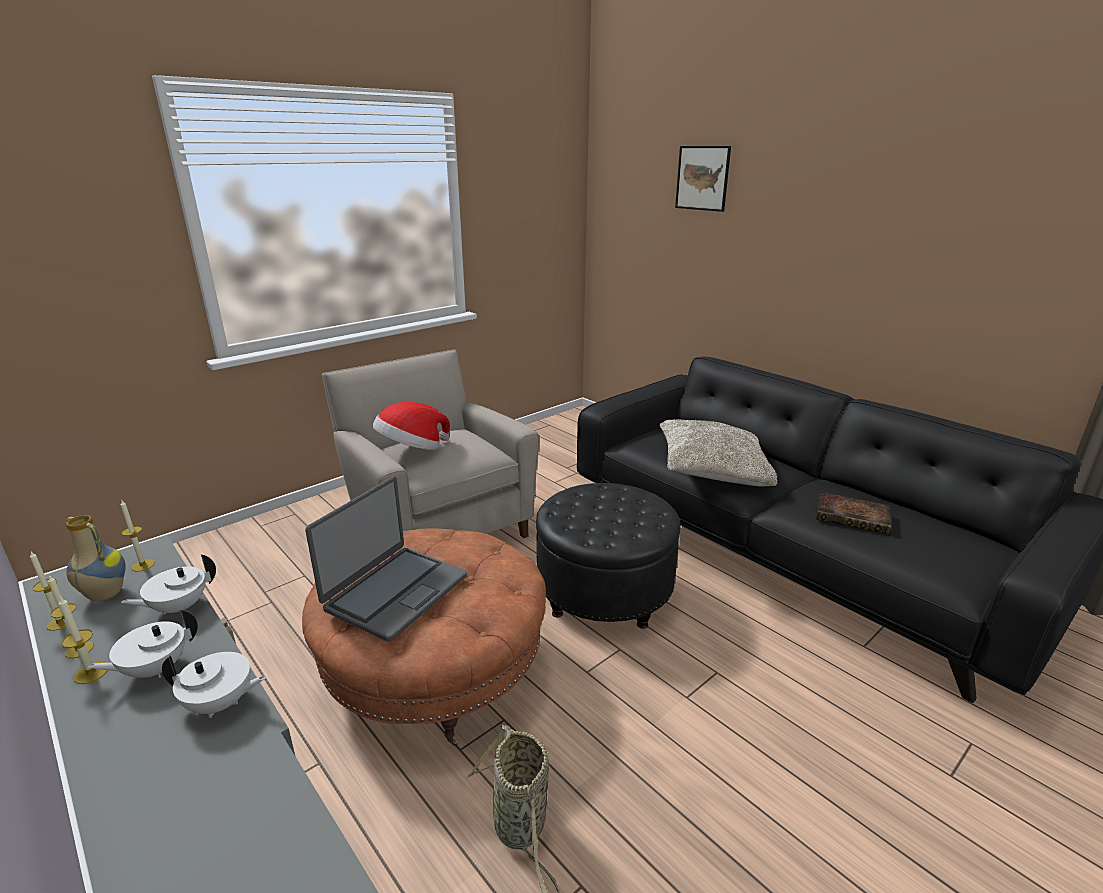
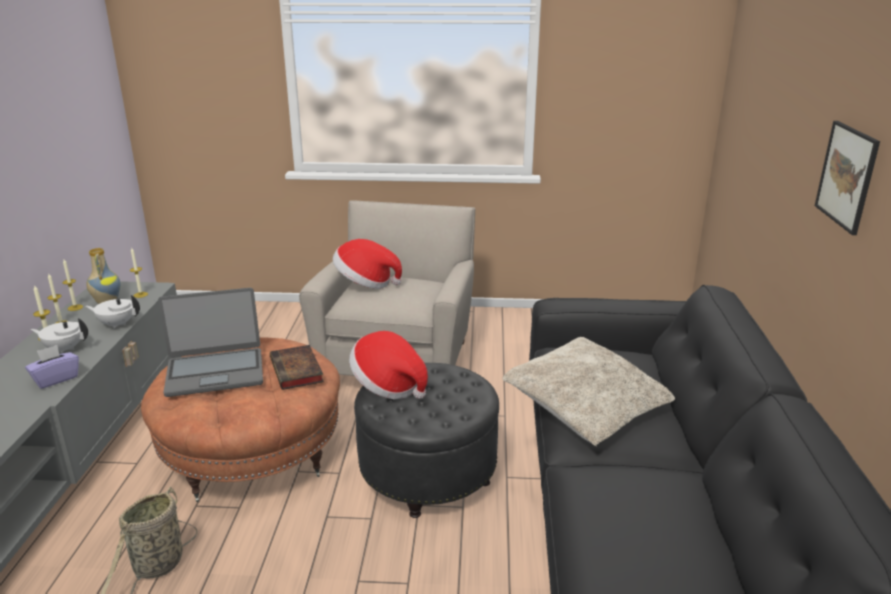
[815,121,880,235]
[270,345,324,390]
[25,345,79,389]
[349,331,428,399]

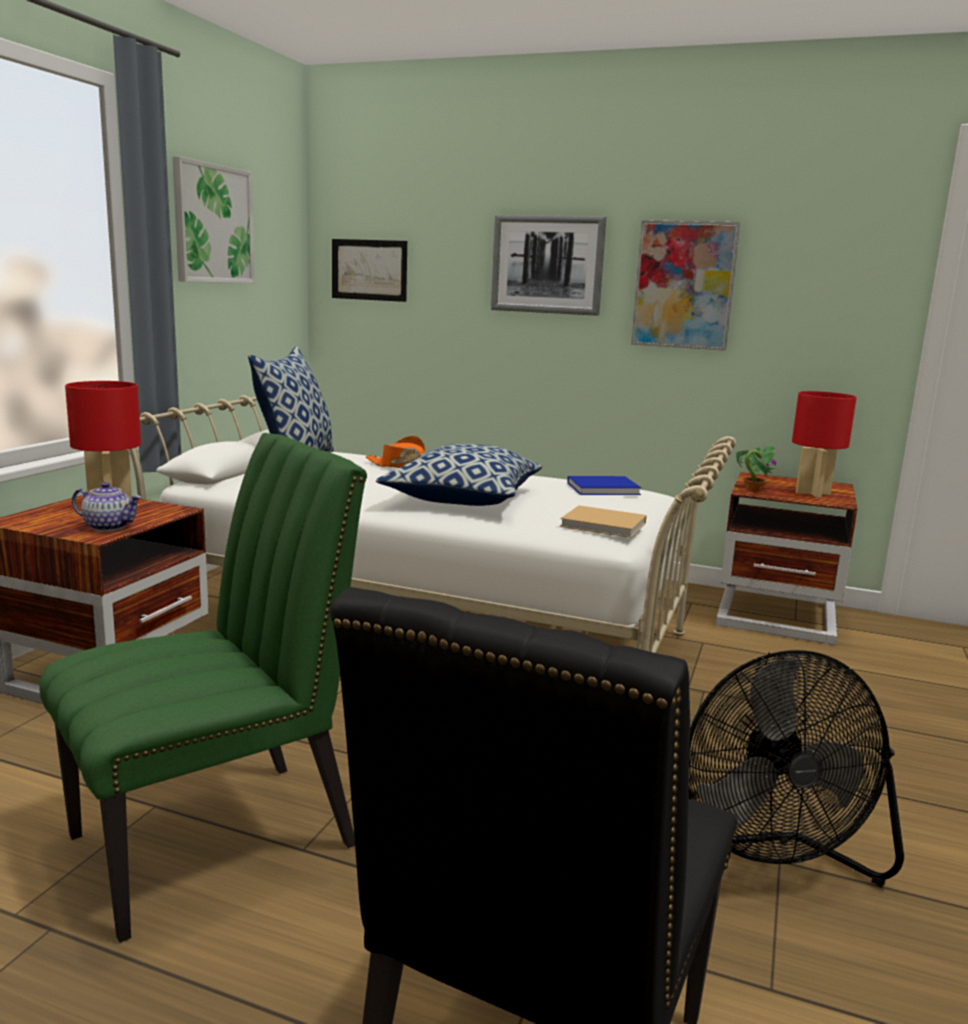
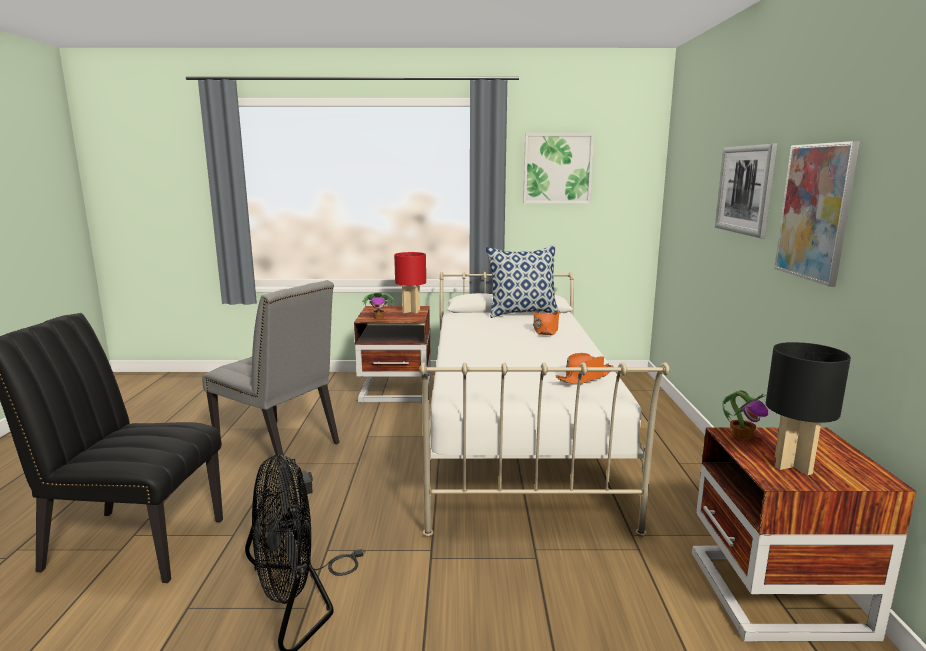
[332,239,407,302] (first image)
[766,342,851,475]
[202,280,340,467]
[376,444,542,506] (first image)
[555,353,613,385]
[362,292,394,319]
[560,505,647,538] (first image)

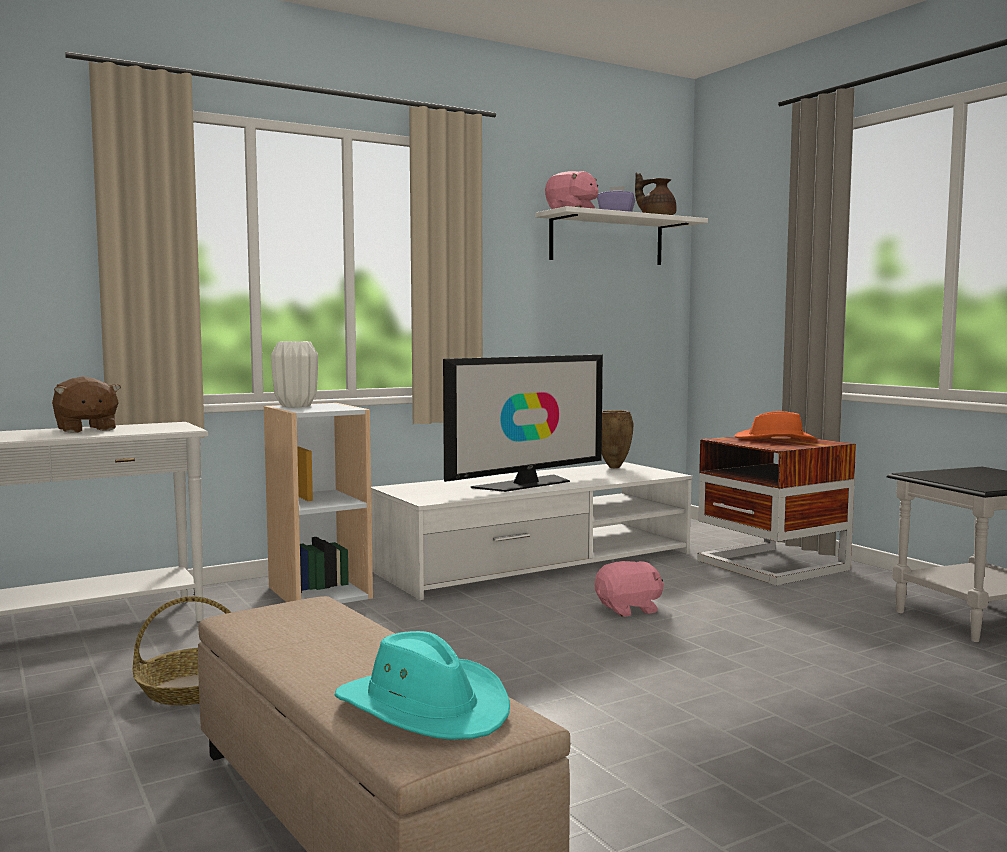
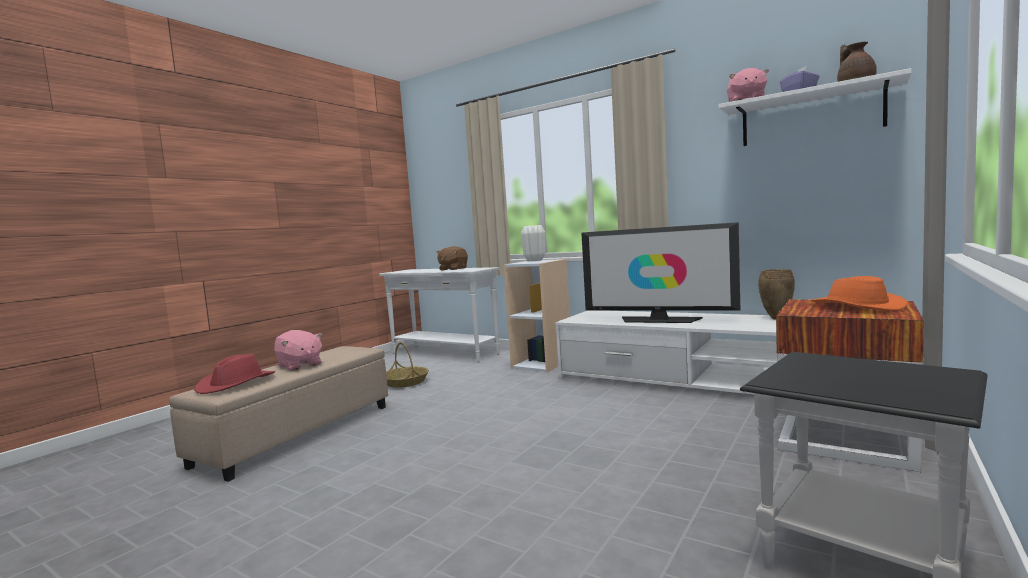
[274,330,323,371]
[194,354,275,394]

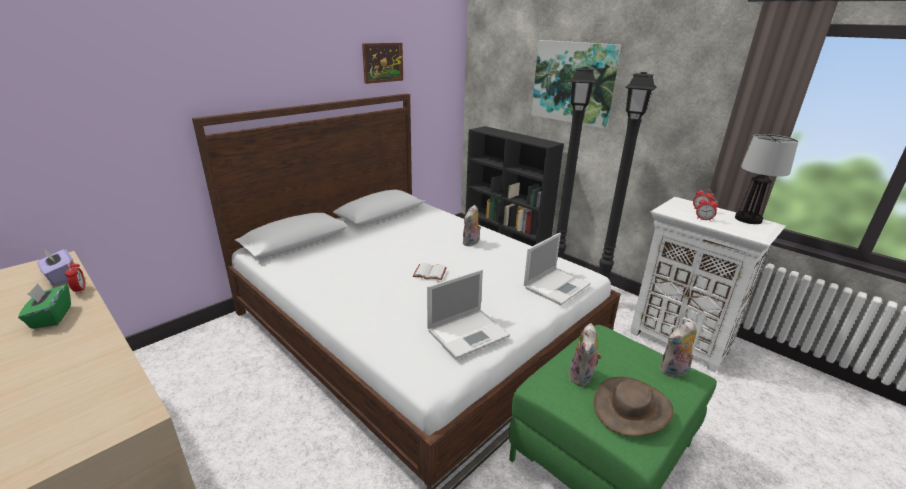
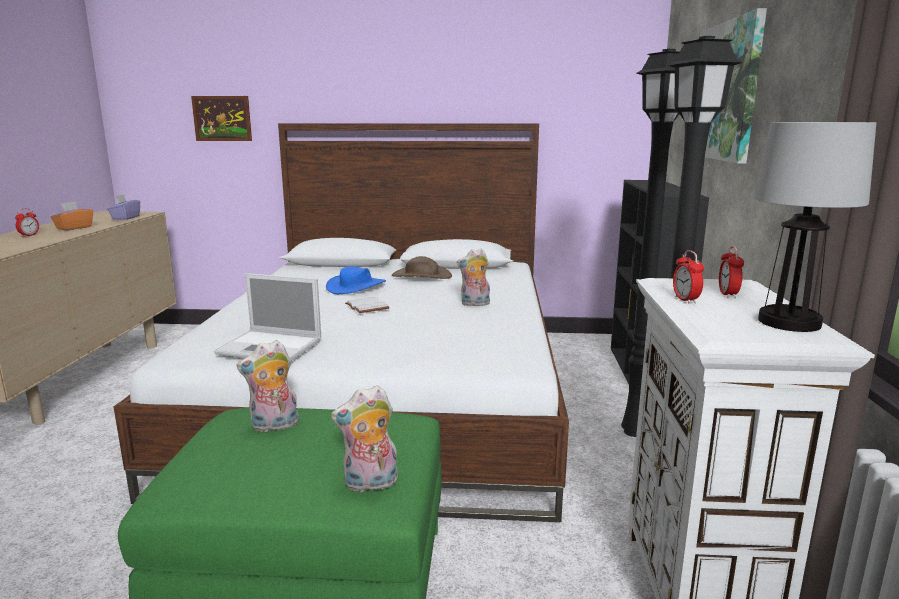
[191,96,252,141]
[524,233,591,305] (first image)
[15,208,39,237]
[51,202,93,230]
[331,385,398,492]
[392,256,452,279]
[326,266,386,294]

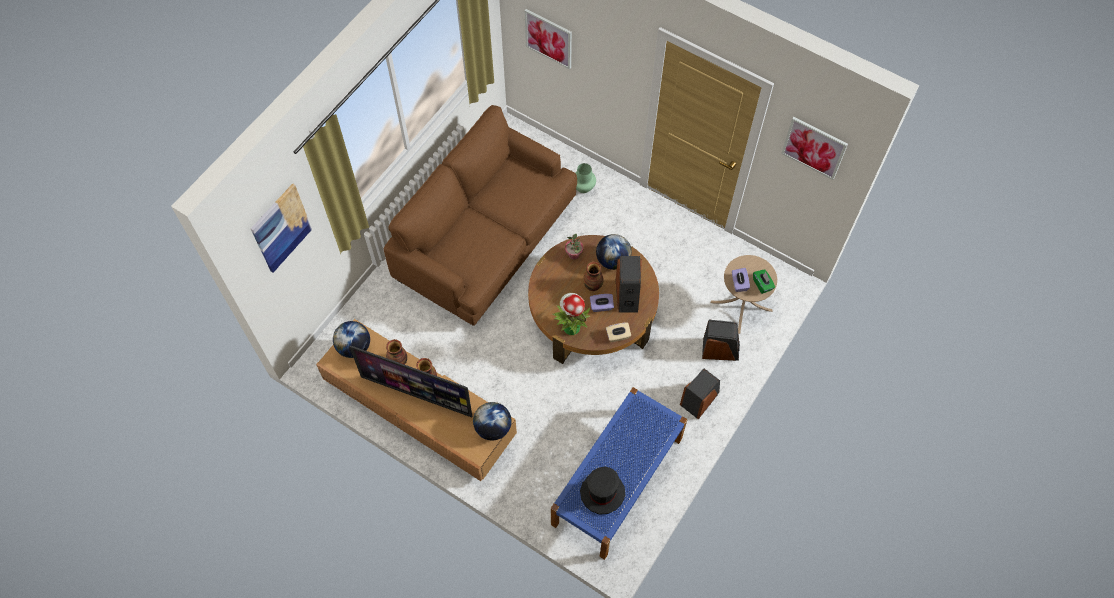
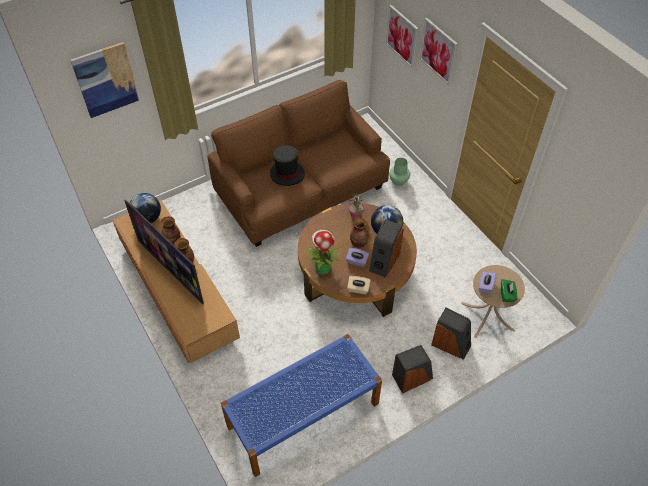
[420,18,458,85]
[473,402,511,440] (first image)
[270,146,305,186]

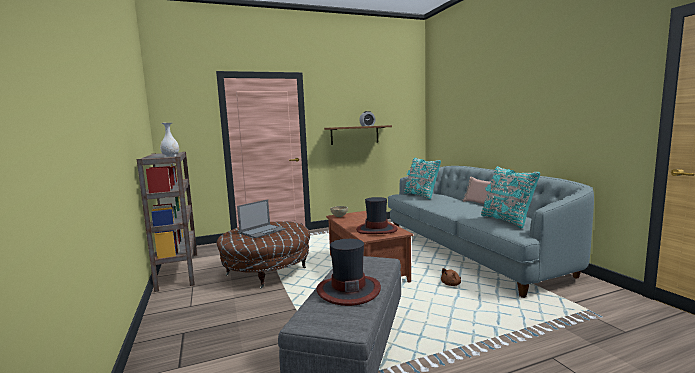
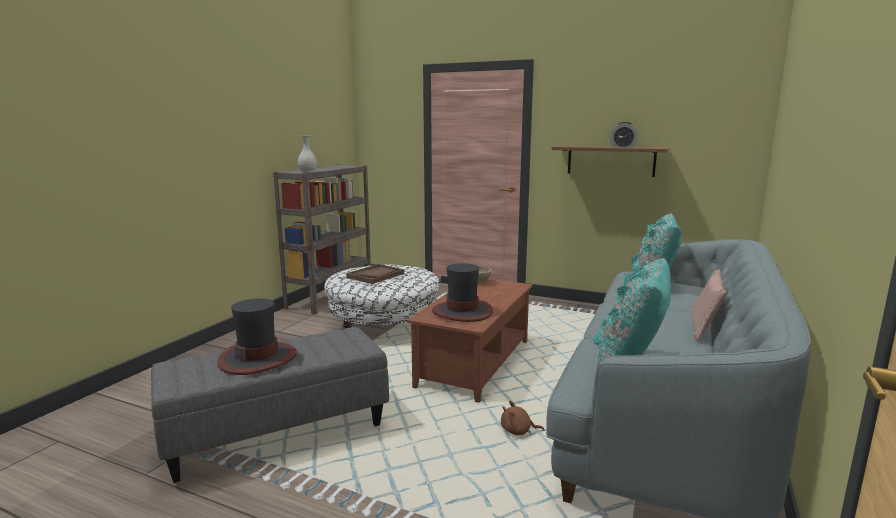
[346,264,404,284]
[324,264,439,329]

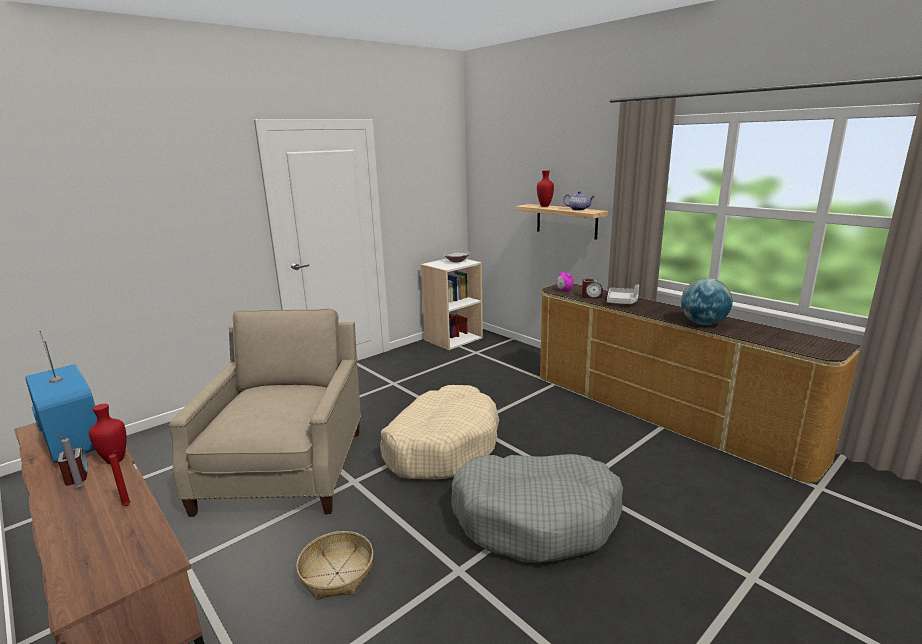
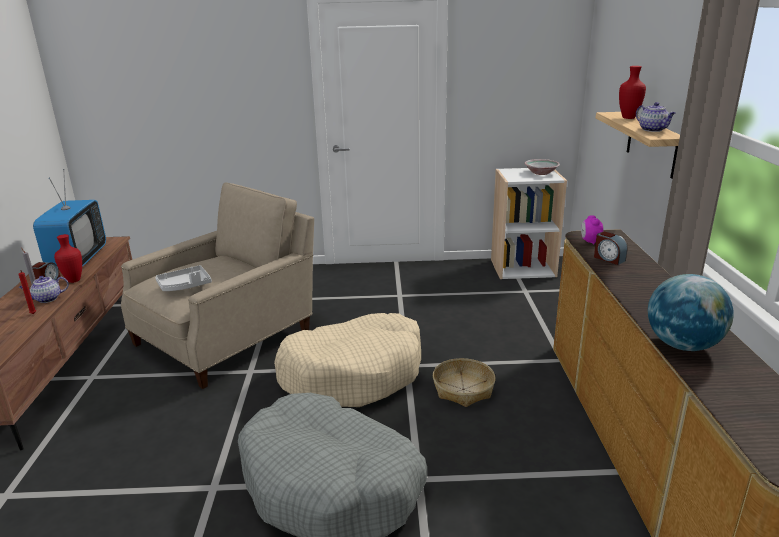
[155,265,212,291]
[433,358,496,407]
[19,276,69,303]

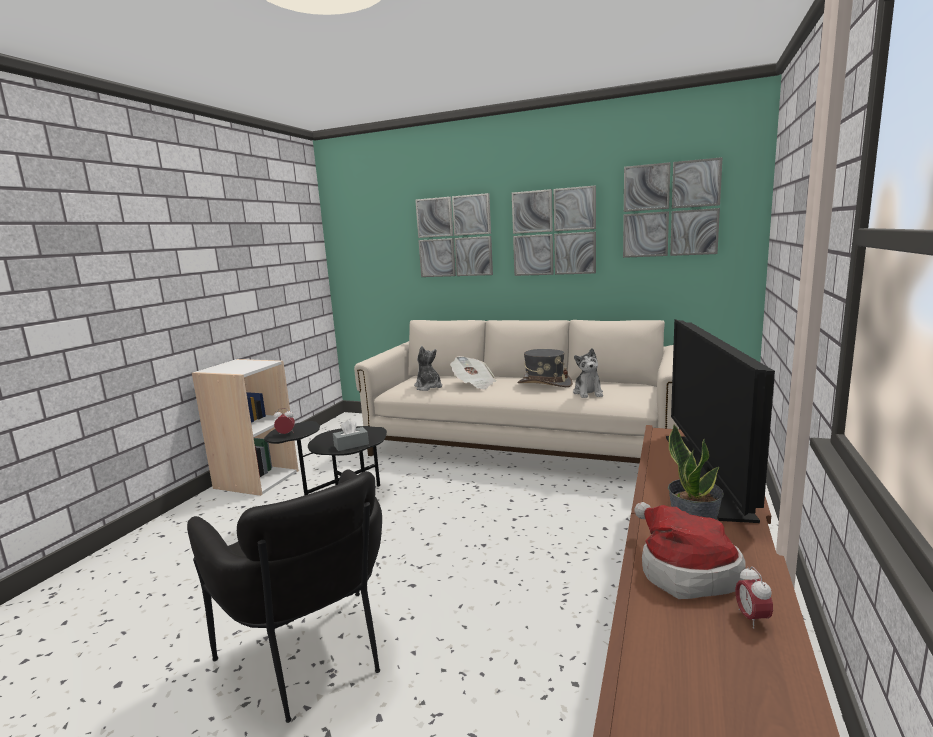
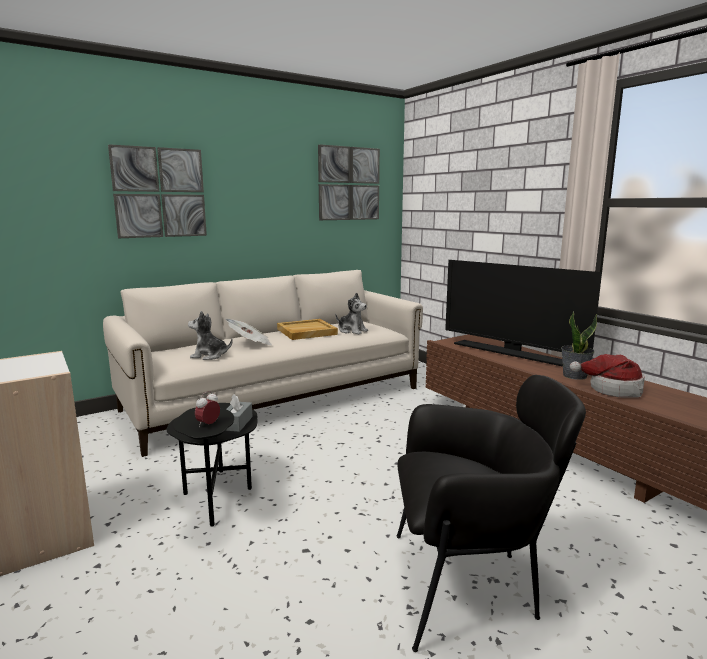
[512,185,596,276] (first image)
[277,319,338,340]
[735,566,773,629] (first image)

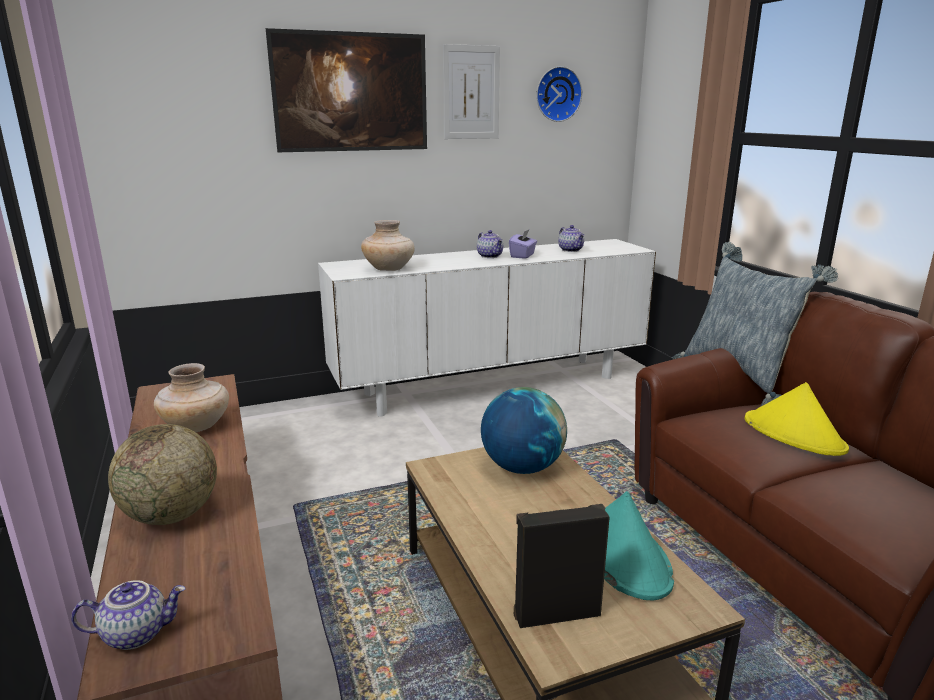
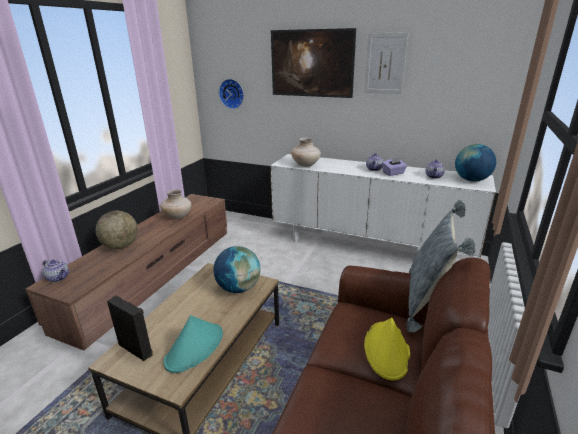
[219,79,244,109]
[455,144,496,182]

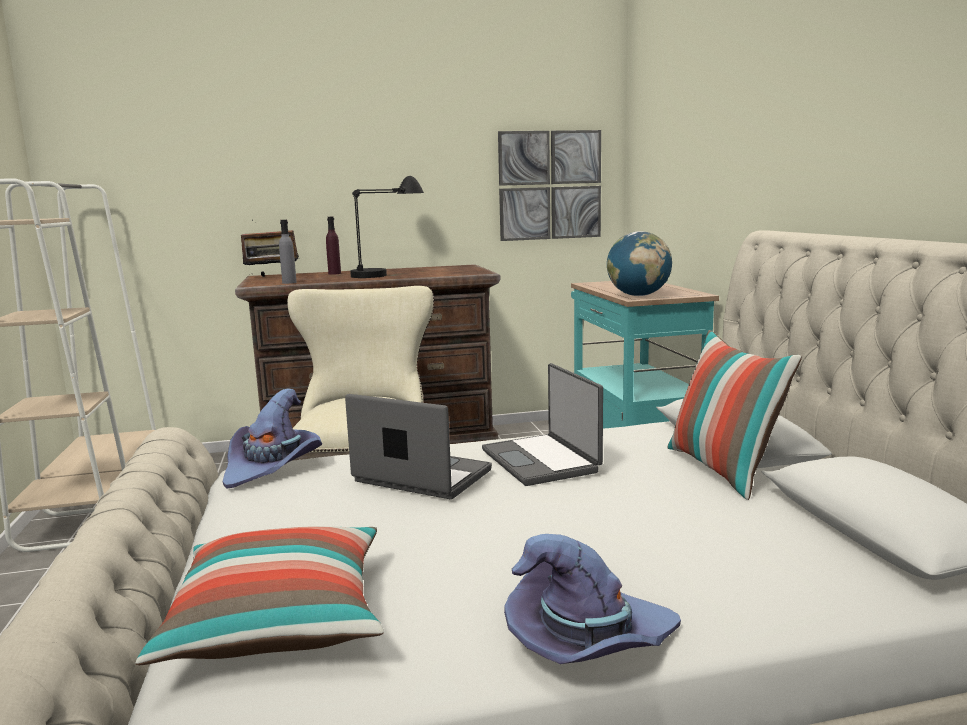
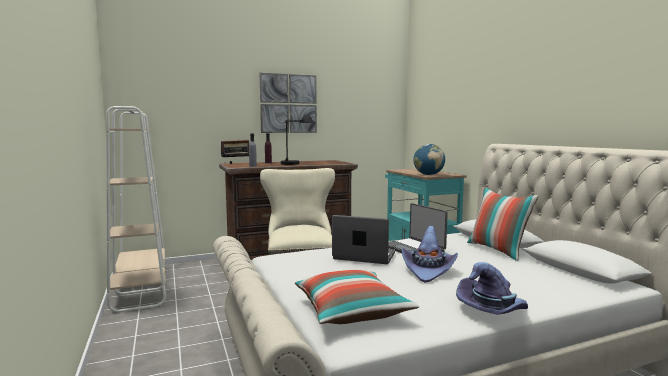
[260,73,317,133]
[402,226,458,283]

